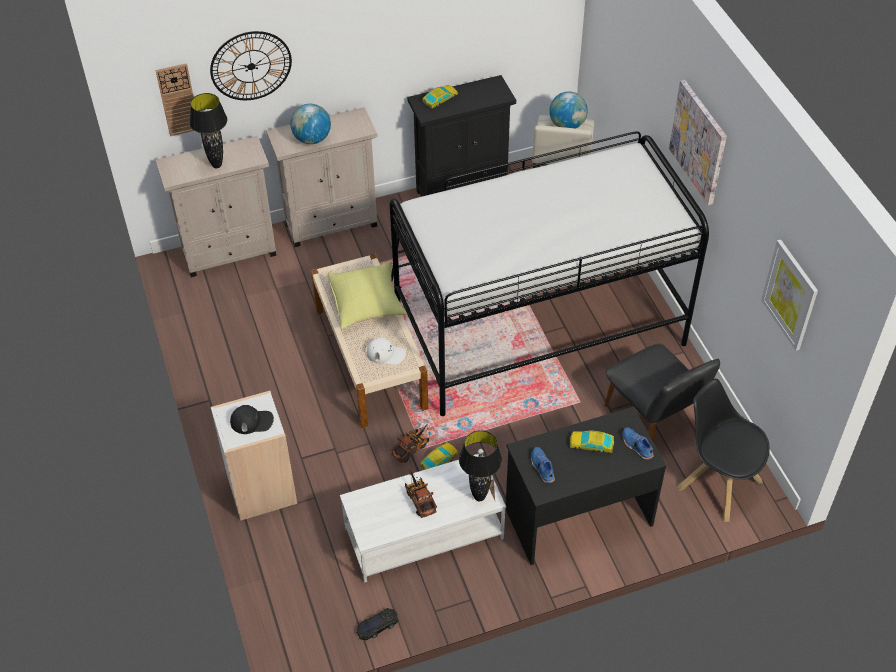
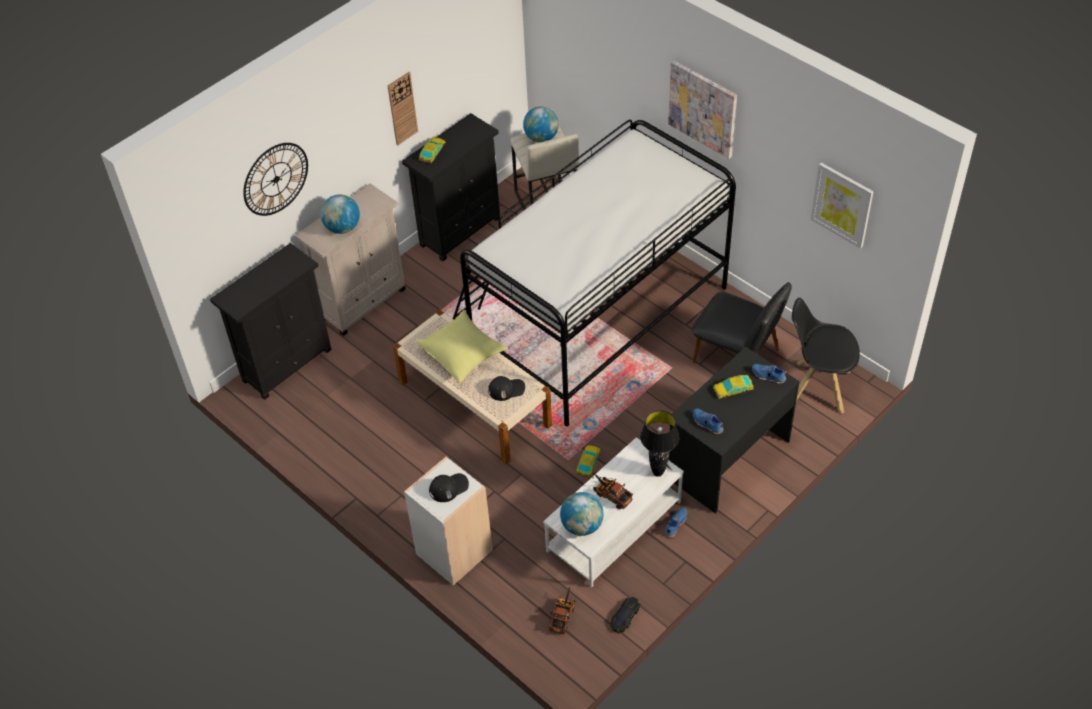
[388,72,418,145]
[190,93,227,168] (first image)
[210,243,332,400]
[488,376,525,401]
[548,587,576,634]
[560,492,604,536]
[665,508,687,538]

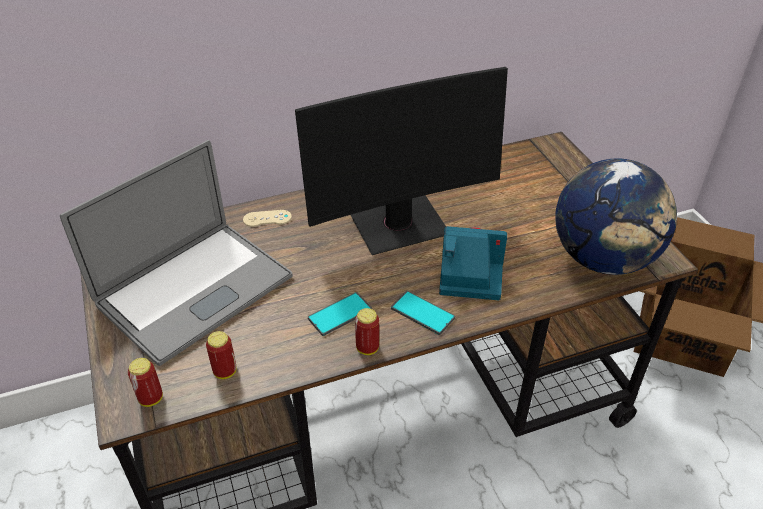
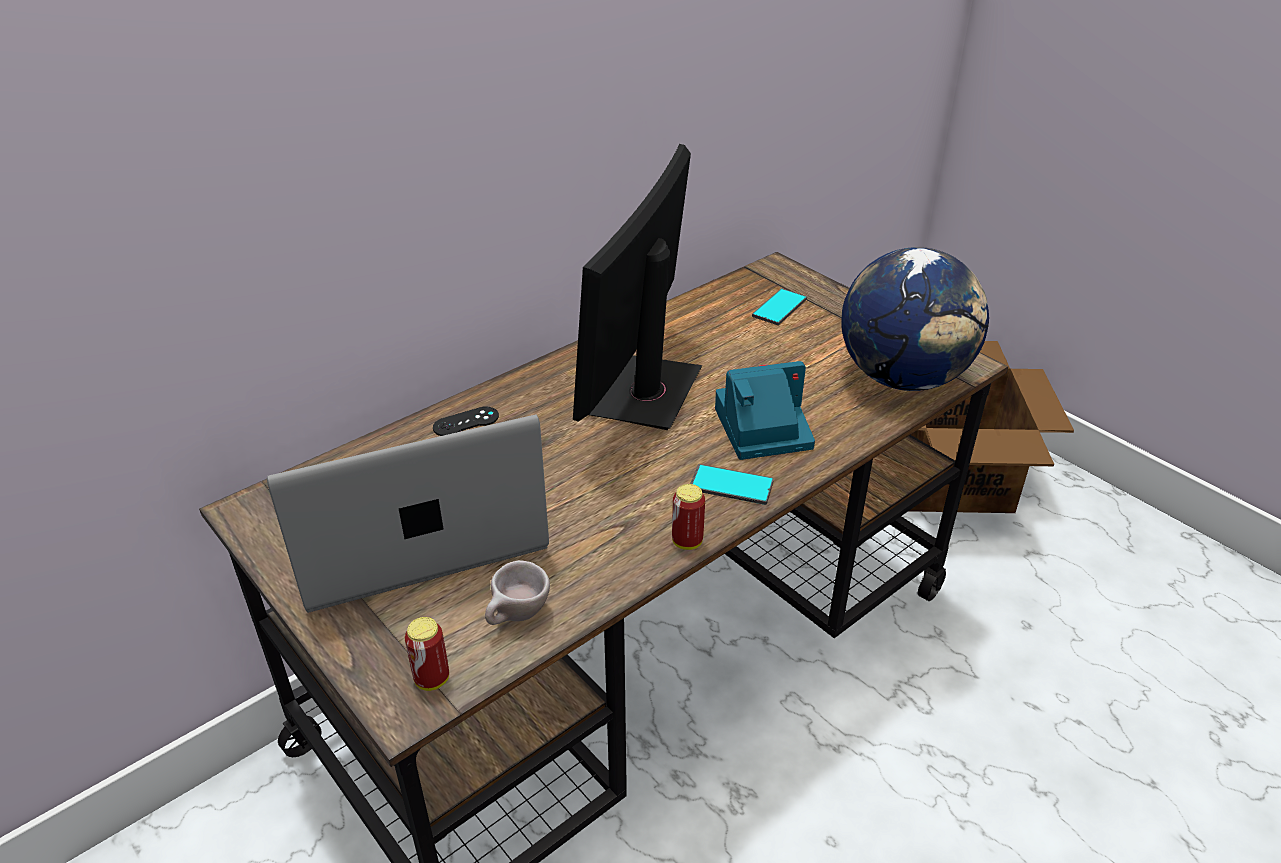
[573,144,702,430]
[267,414,549,613]
[433,407,499,436]
[752,288,807,325]
[485,560,550,625]

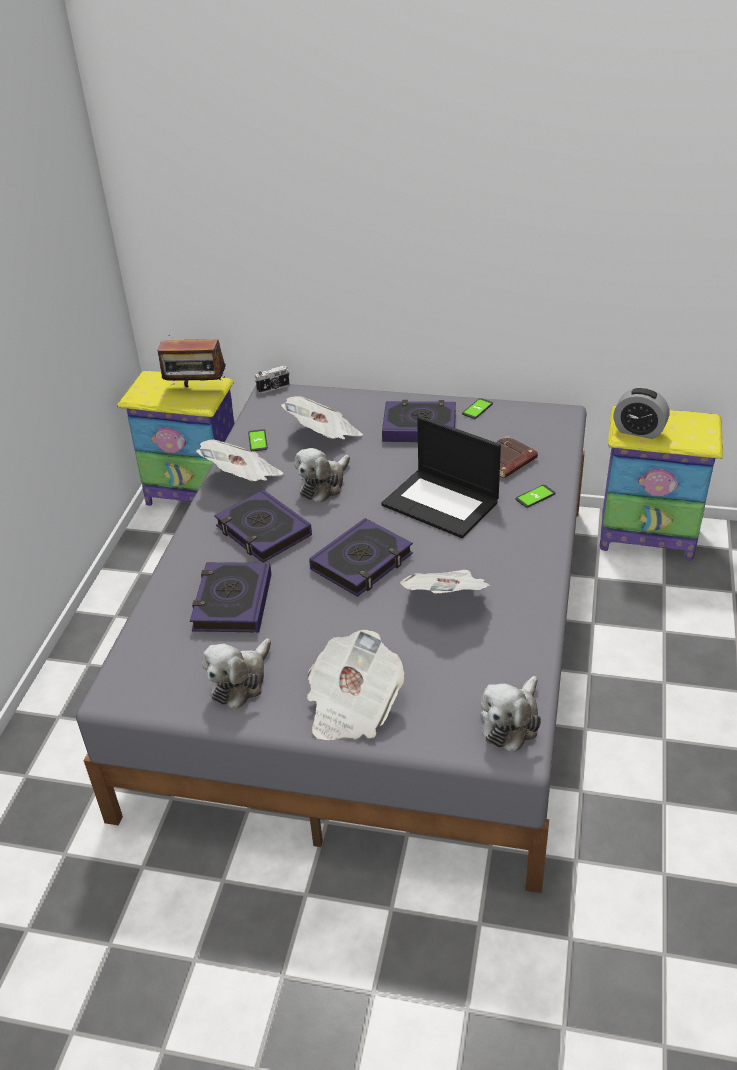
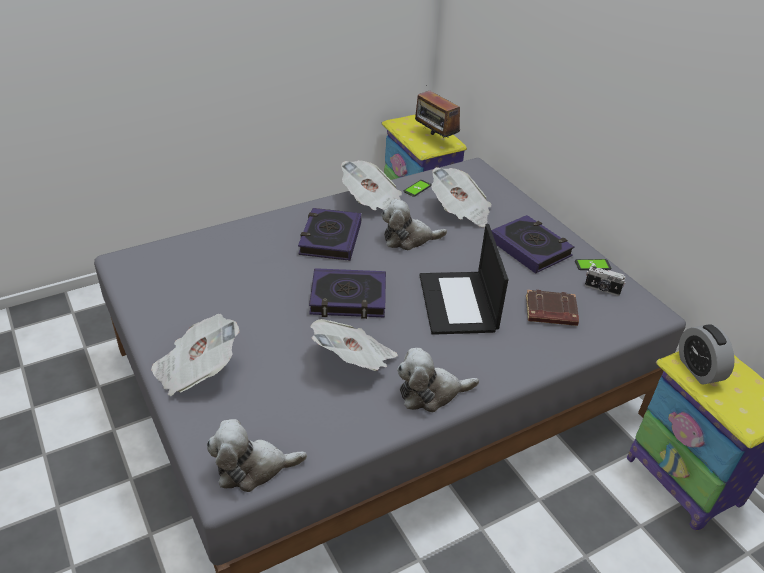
[585,266,626,296]
[516,485,555,508] (first image)
[190,562,271,633] (first image)
[397,348,479,412]

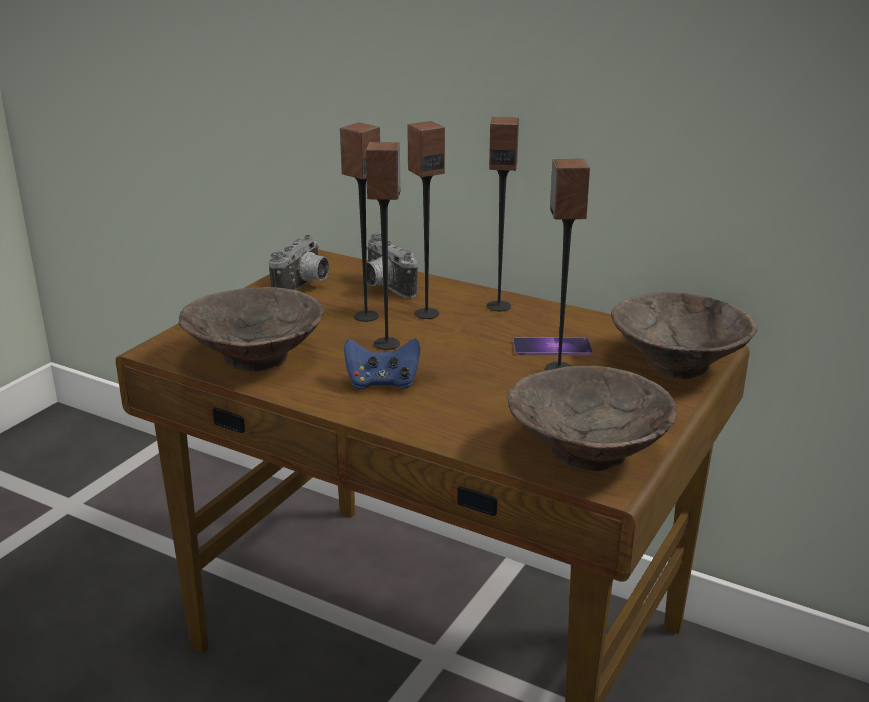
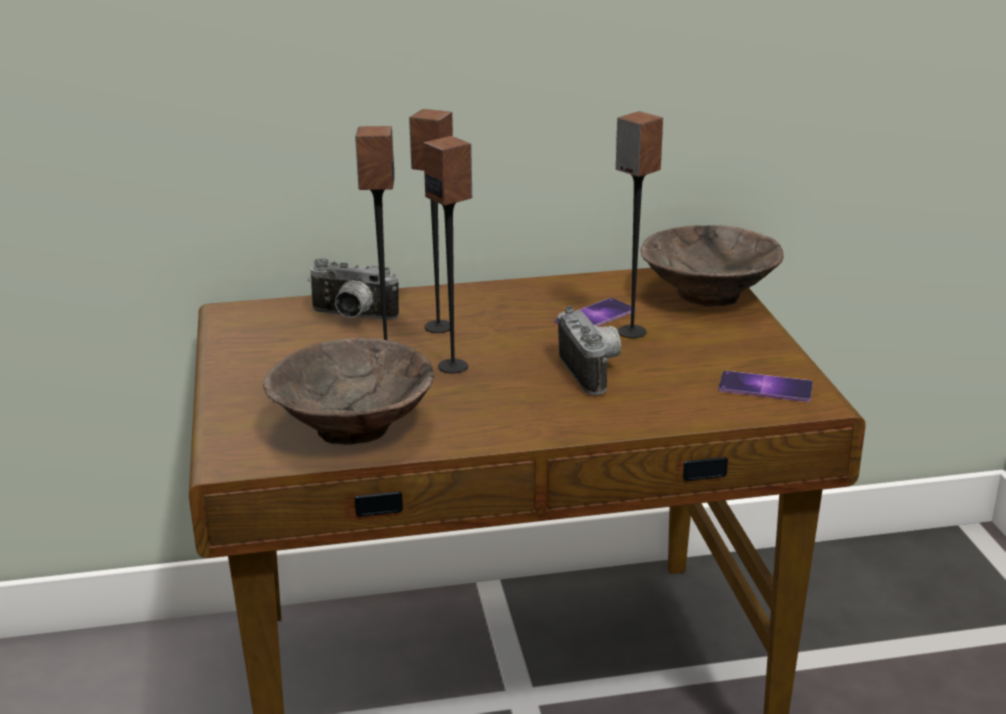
[487,117,519,311] (first image)
[558,306,621,395]
[344,338,420,389] (first image)
[718,371,813,402]

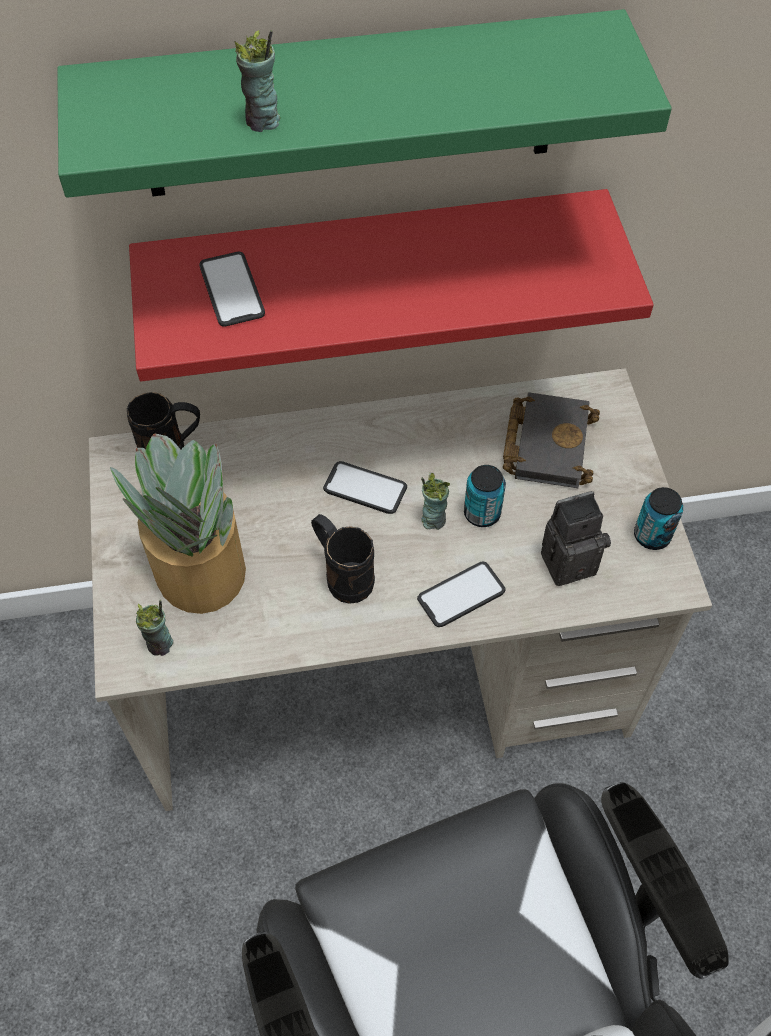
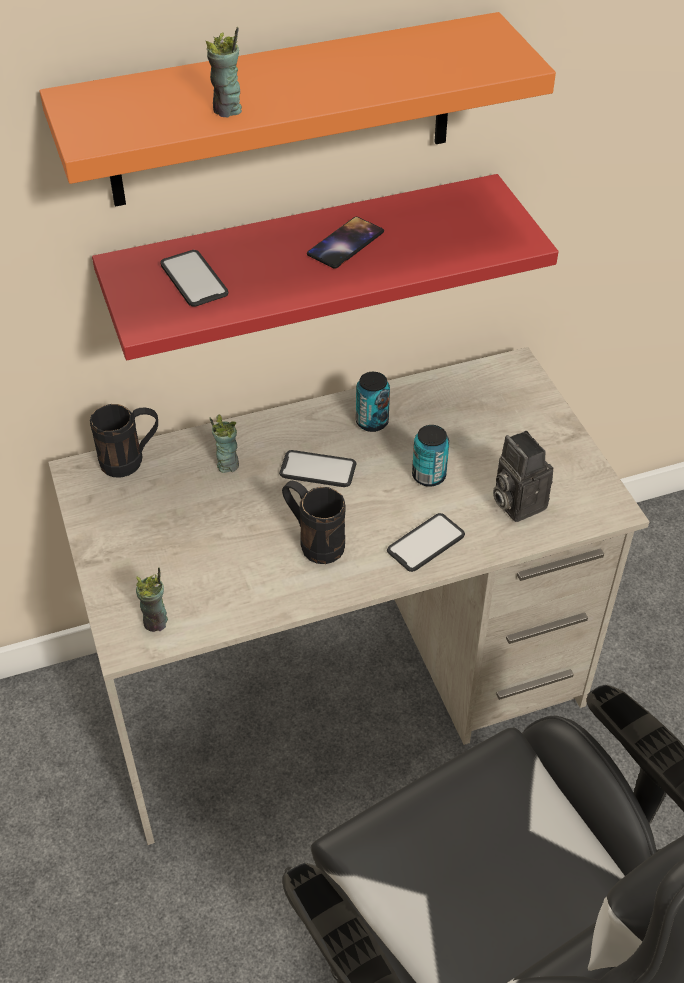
[40,12,556,207]
[503,392,600,488] (first image)
[110,434,246,614] (first image)
[209,414,239,473]
[356,372,390,432]
[493,431,553,522]
[307,217,384,269]

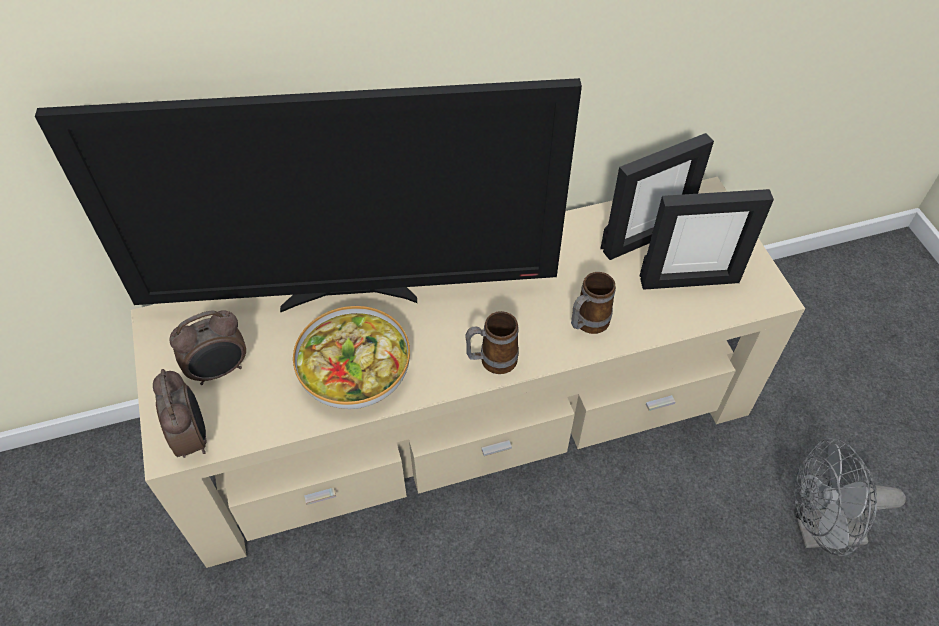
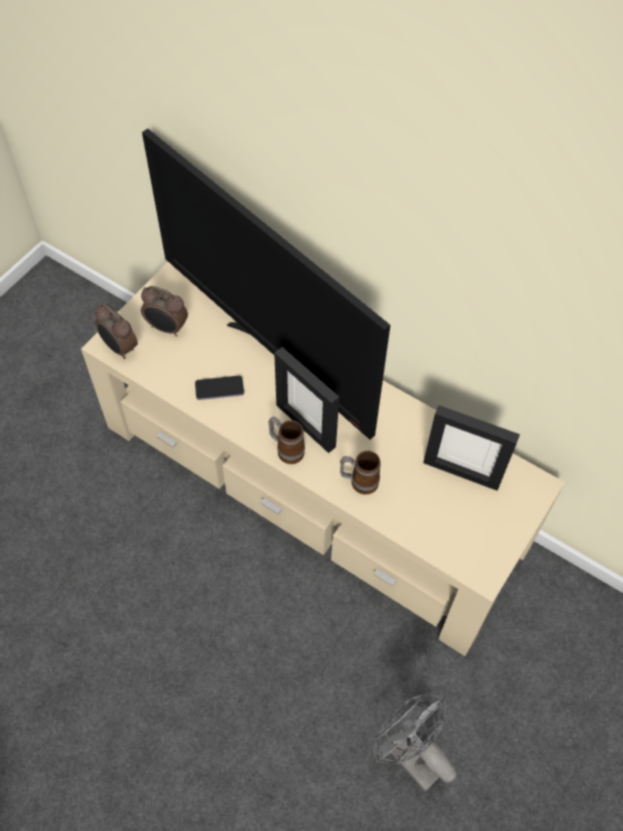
[274,347,339,453]
[195,375,244,400]
[95,303,138,359]

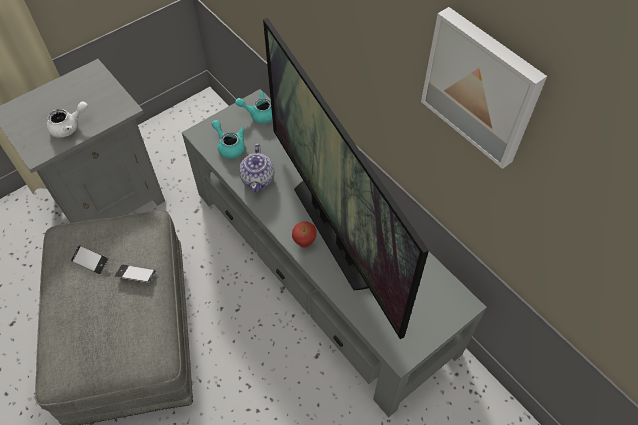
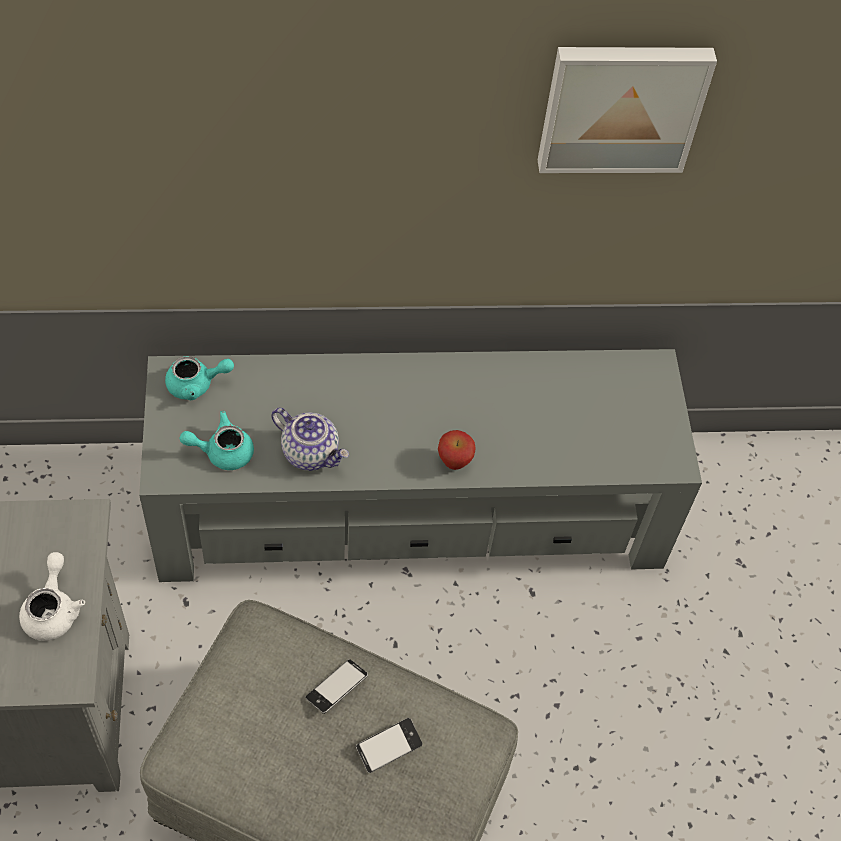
[263,18,429,339] (first image)
[165,356,234,400]
[356,718,423,773]

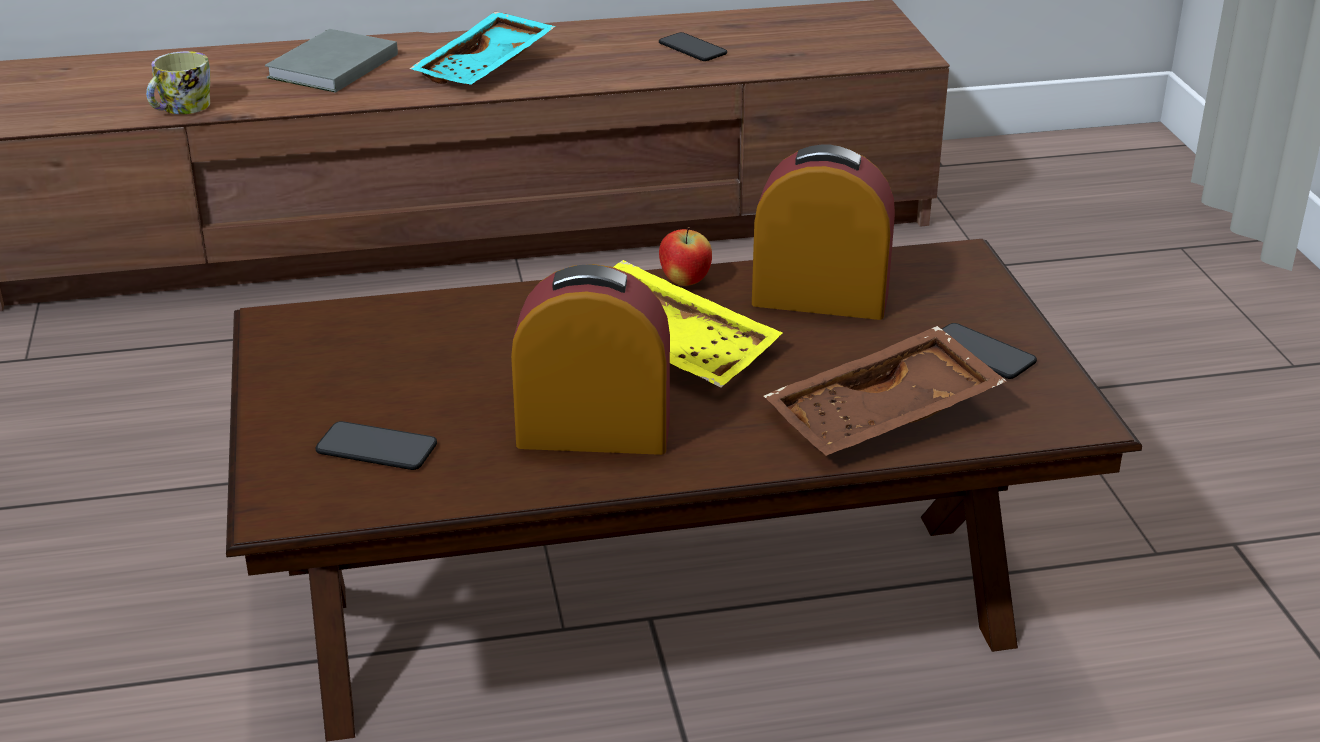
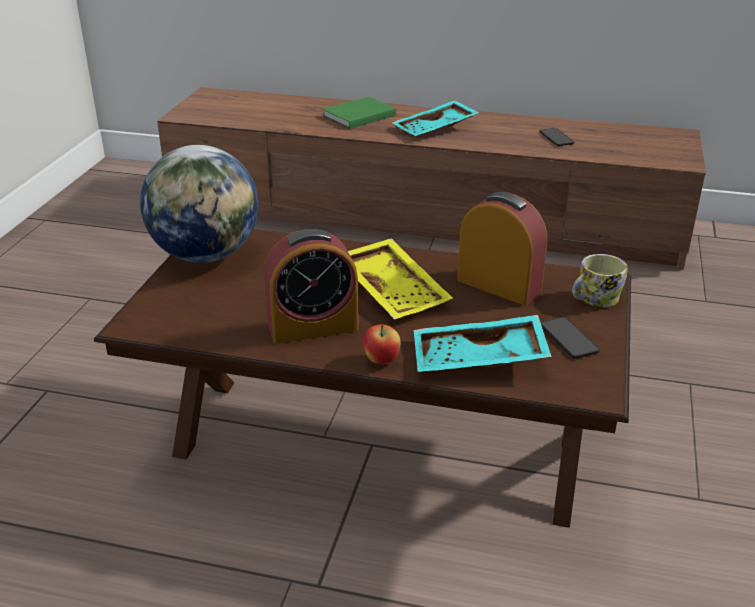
[322,96,396,129]
[572,254,628,307]
[363,324,400,364]
[264,229,359,344]
[414,315,552,372]
[316,421,437,470] (first image)
[140,145,258,263]

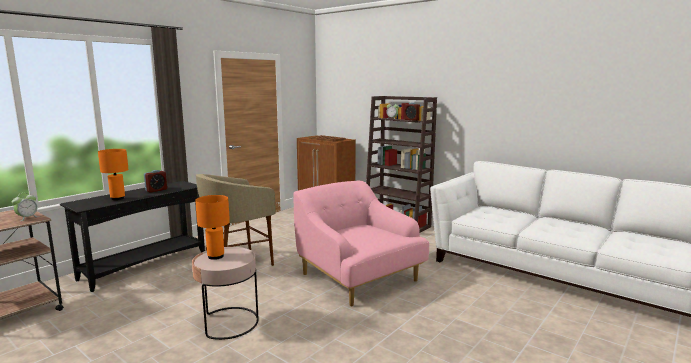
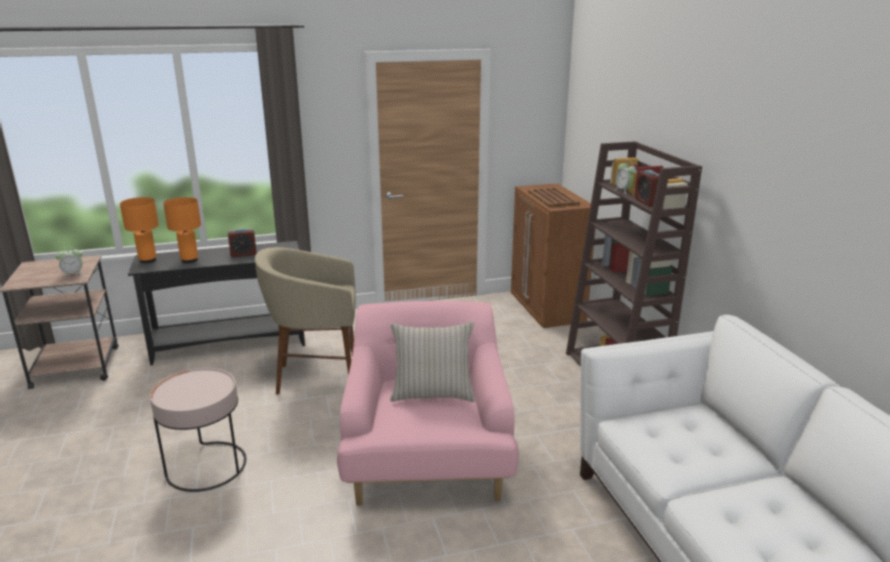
[120,197,159,263]
[390,322,475,402]

